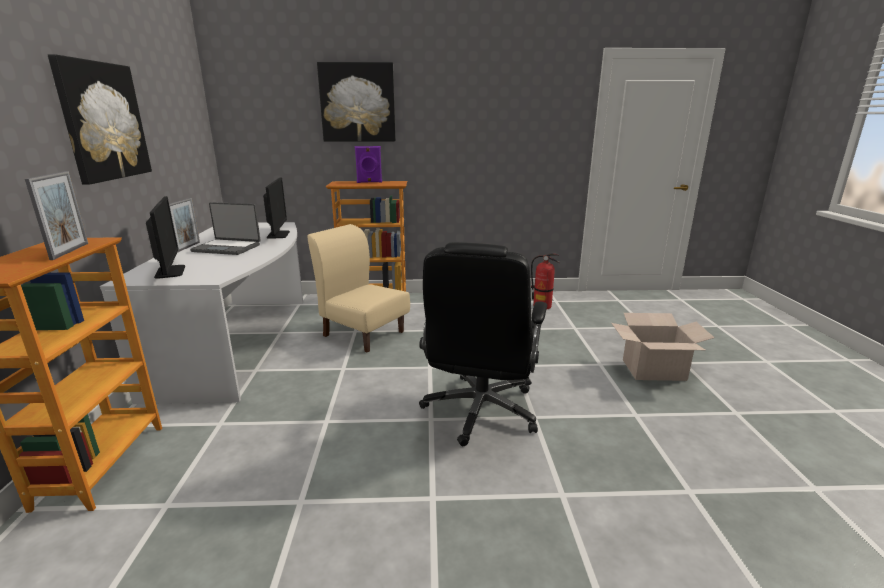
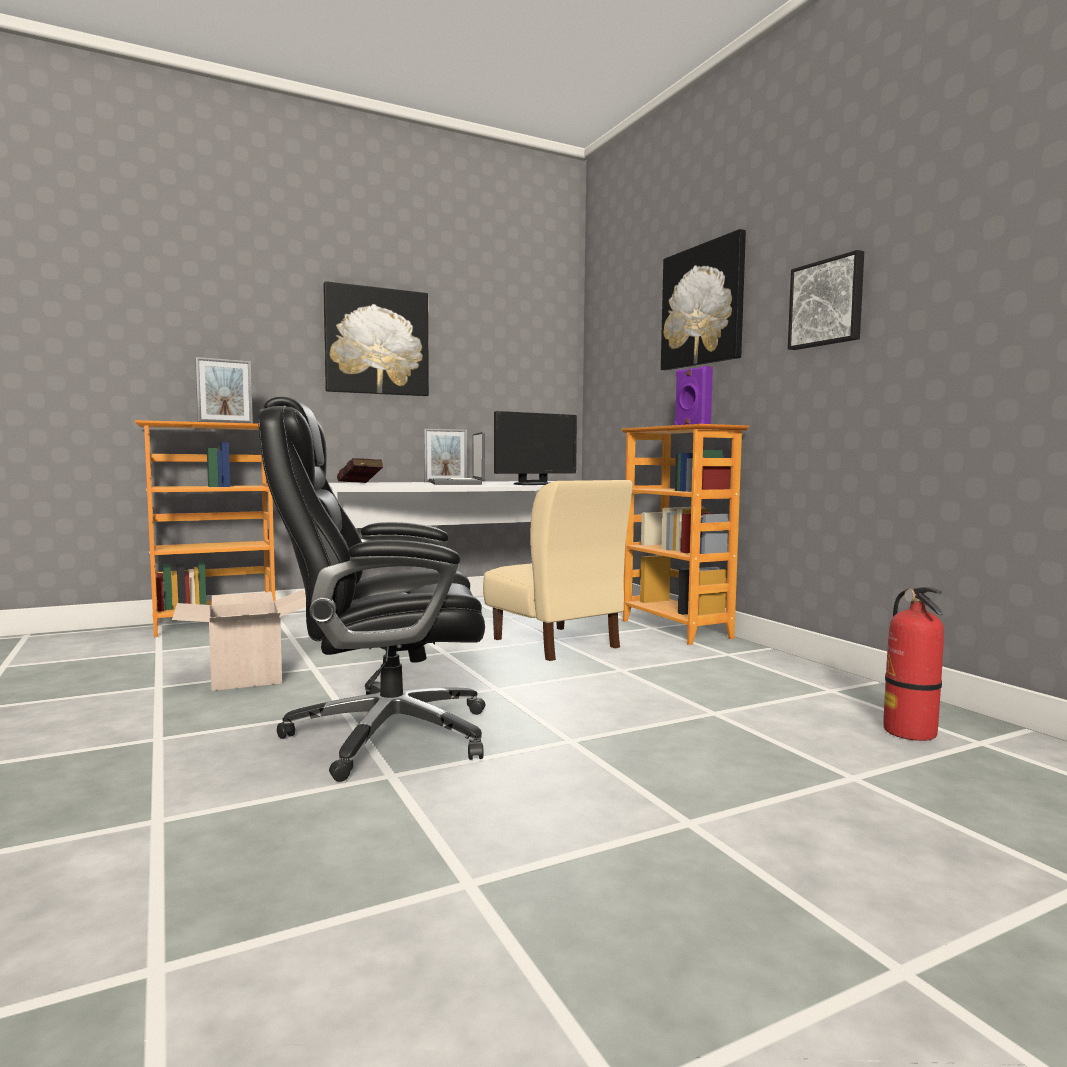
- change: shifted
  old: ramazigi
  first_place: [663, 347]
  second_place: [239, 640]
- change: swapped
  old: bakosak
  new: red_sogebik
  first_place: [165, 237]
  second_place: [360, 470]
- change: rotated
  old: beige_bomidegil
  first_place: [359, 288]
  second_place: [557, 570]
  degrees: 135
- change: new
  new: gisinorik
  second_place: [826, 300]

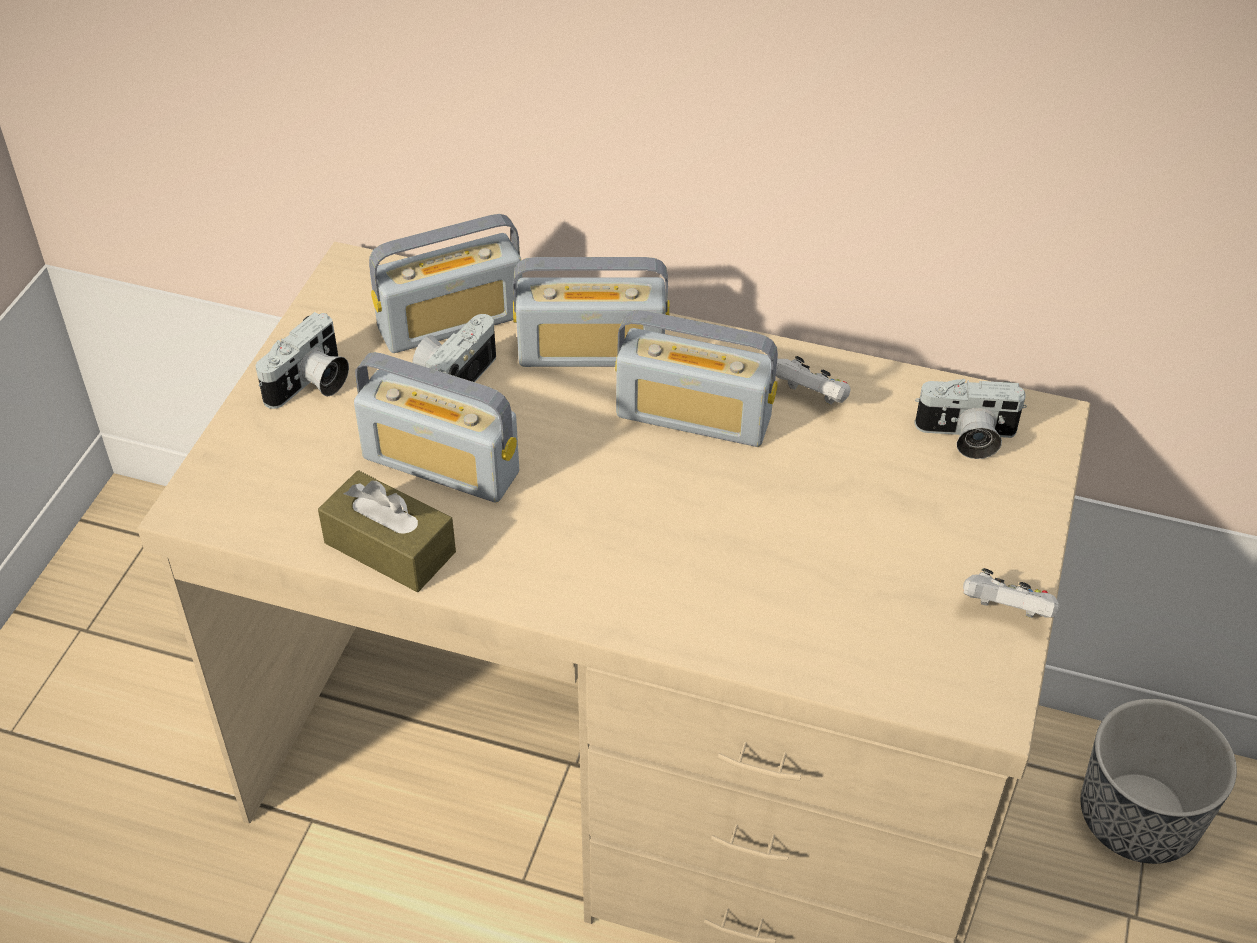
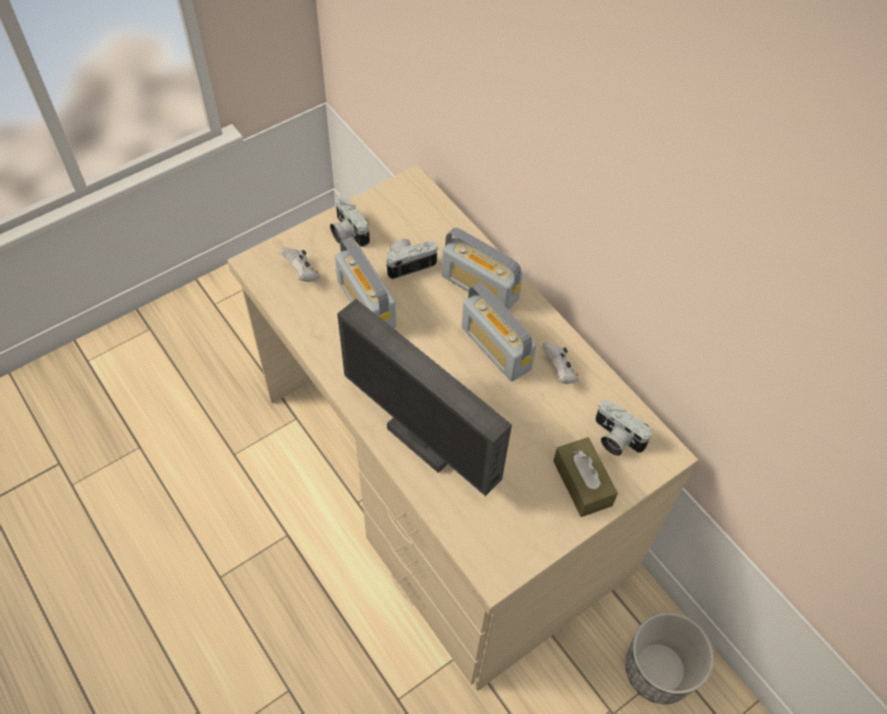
- change: shifted
  old: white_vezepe
  first_place: [1011, 593]
  second_place: [300, 264]
- change: rotated
  old: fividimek
  first_place: [302, 360]
  second_place: [350, 221]
  degrees: 75
- change: new
  new: bakosak
  second_place: [424, 397]
- change: shifted
  old: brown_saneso
  first_place: [387, 531]
  second_place: [585, 477]
- change: gone
  old: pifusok
  first_place: [445, 283]

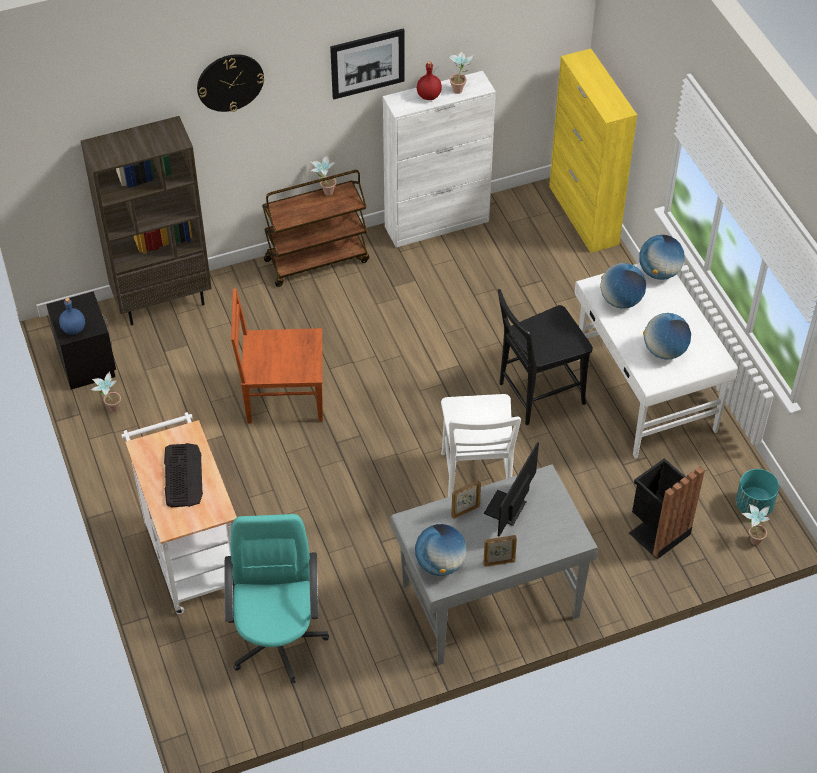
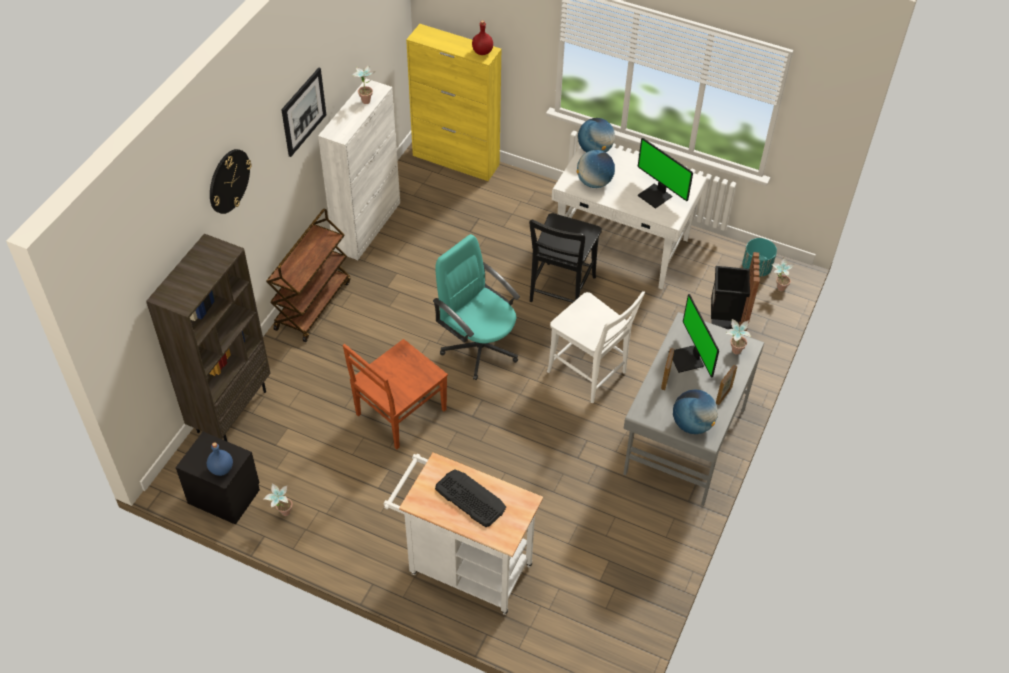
- change: shifted
  old: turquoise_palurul
  first_place: [276, 598]
  second_place: [476, 307]
- change: shifted
  old: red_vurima
  first_place: [429, 80]
  second_place: [482, 37]
- change: swapped
  old: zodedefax
  new: bakosak
  first_place: [667, 336]
  second_place: [665, 173]
- change: shifted
  old: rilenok
  first_place: [323, 175]
  second_place: [738, 337]

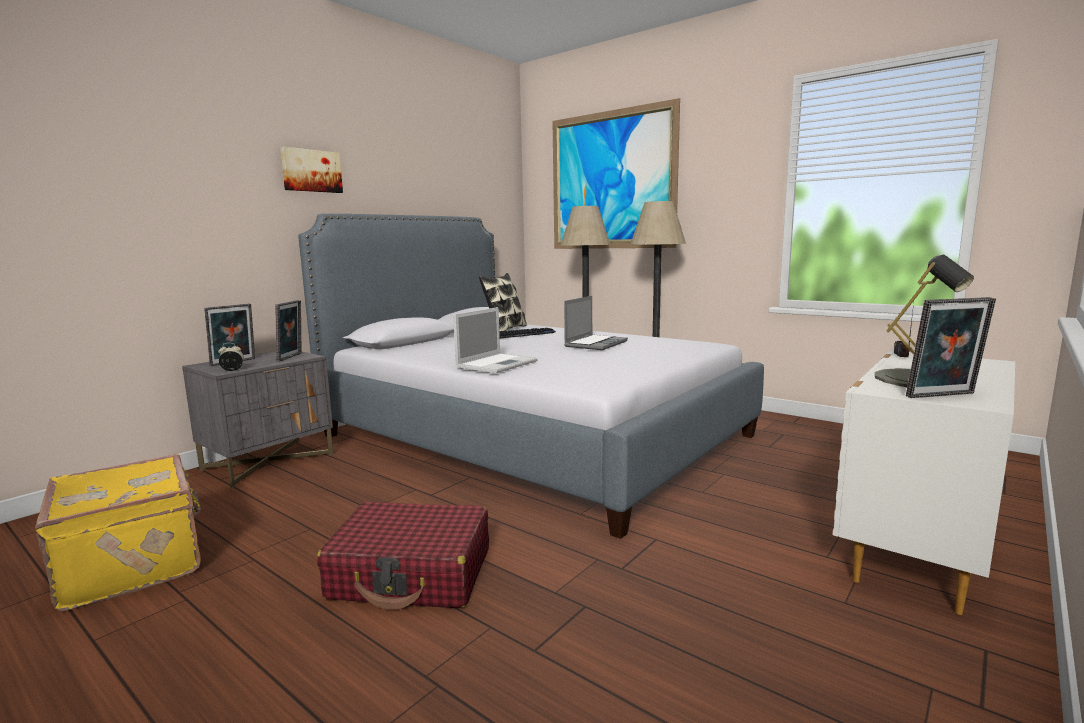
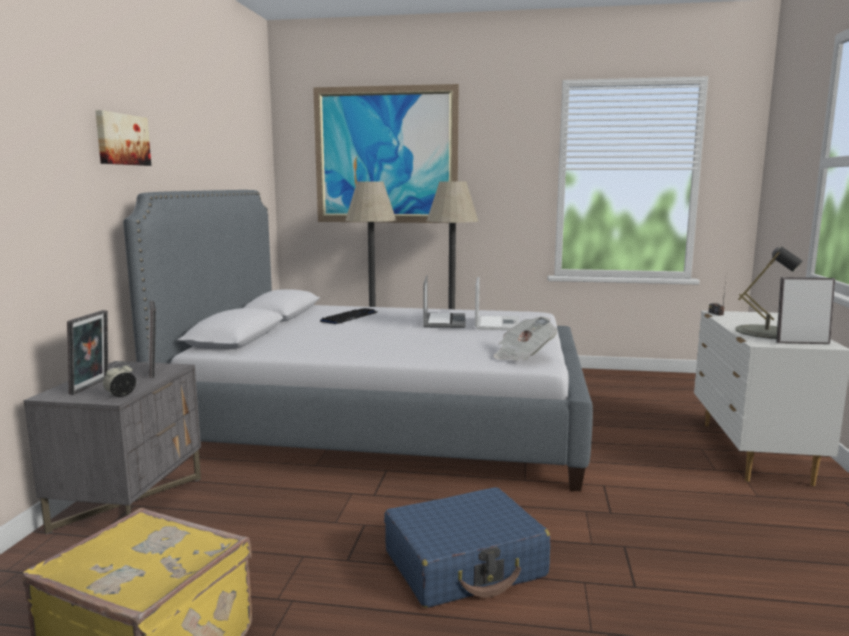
- change: repainted
  old: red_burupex
  new: blue_burupex
  first_place: [403, 556]
  second_place: [467, 547]
- change: shifted
  old: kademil
  first_place: [495, 340]
  second_place: [497, 303]
- change: new
  new: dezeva
  second_place: [525, 338]
- change: rotated
  old: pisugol
  first_place: [951, 347]
  second_place: [805, 310]
  degrees: -135
- change: gone
  old: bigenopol
  first_place: [503, 302]

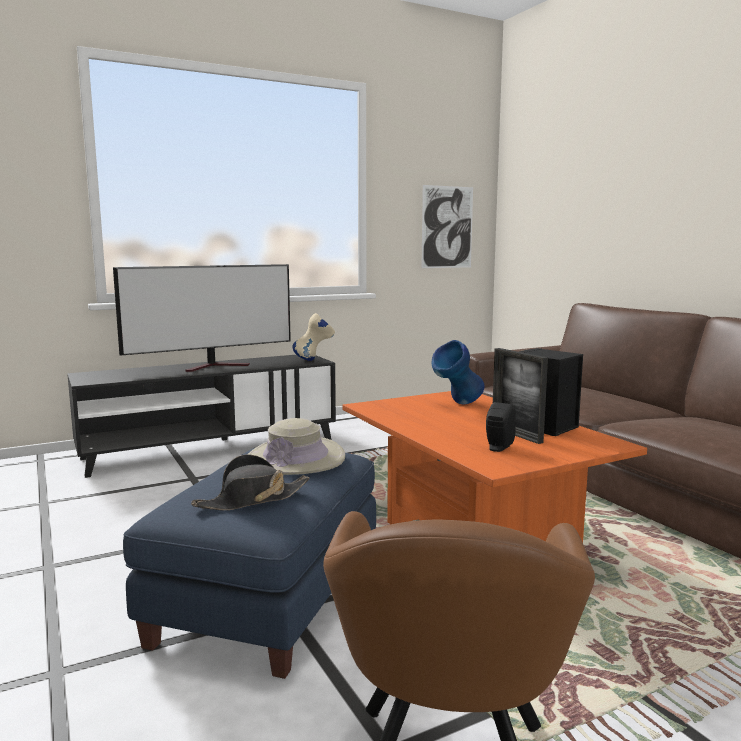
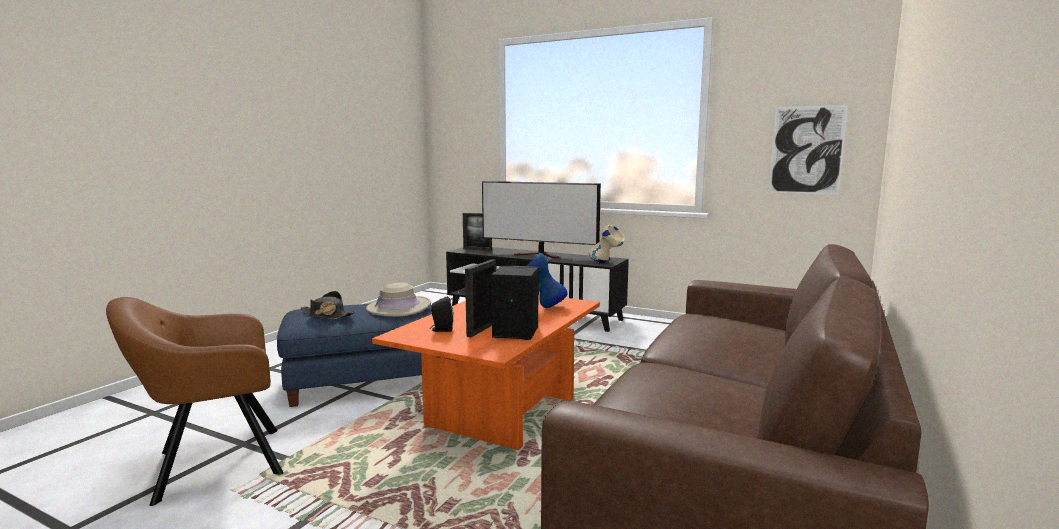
- change: new
  new: pisugol
  second_place: [477, 232]

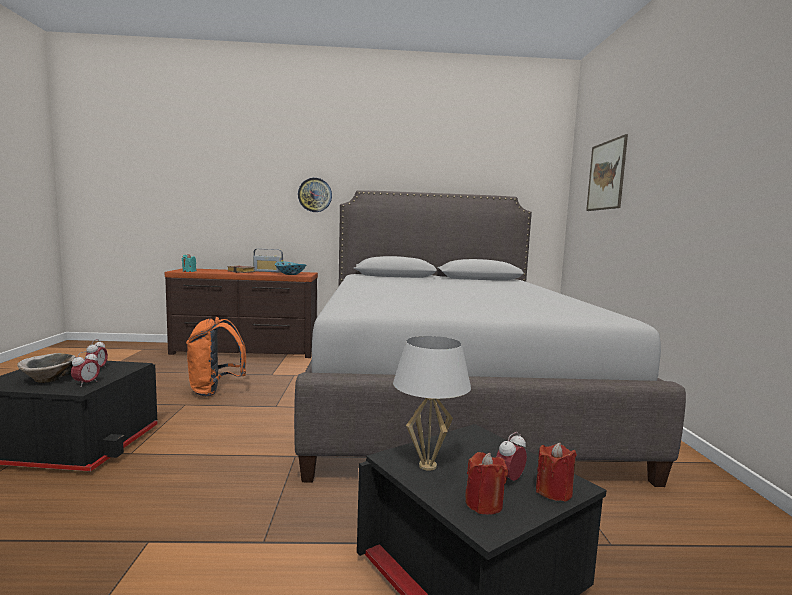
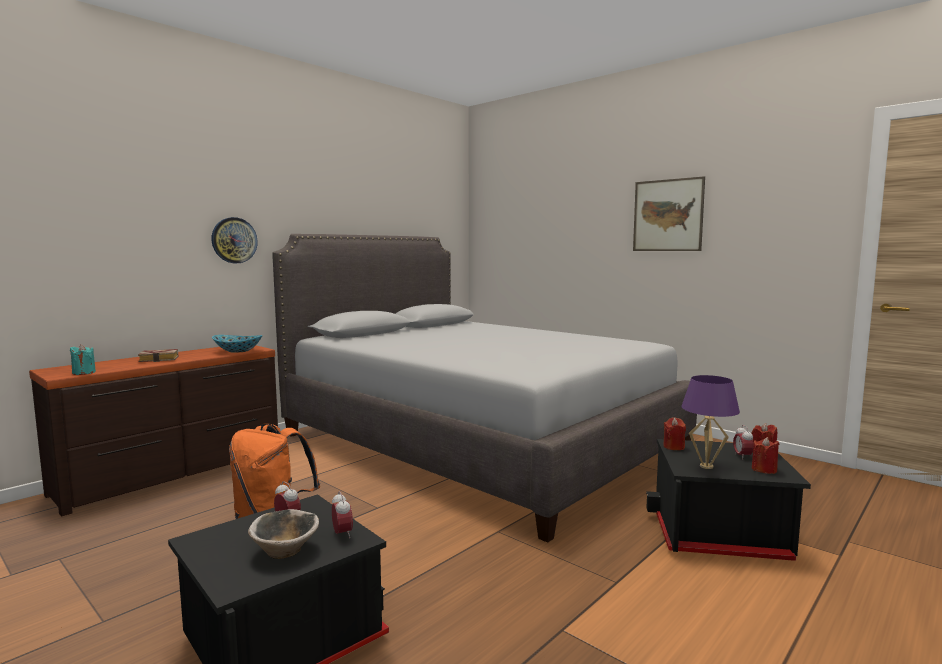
- change: shifted
  old: gisinorik
  first_place: [607, 172]
  second_place: [669, 213]
- change: new
  new: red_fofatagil
  second_place: [674, 433]
- change: repainted
  old: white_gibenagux
  new: purple_gibenagux
  first_place: [432, 403]
  second_place: [710, 422]
- change: gone
  old: pifusok
  first_place: [268, 261]

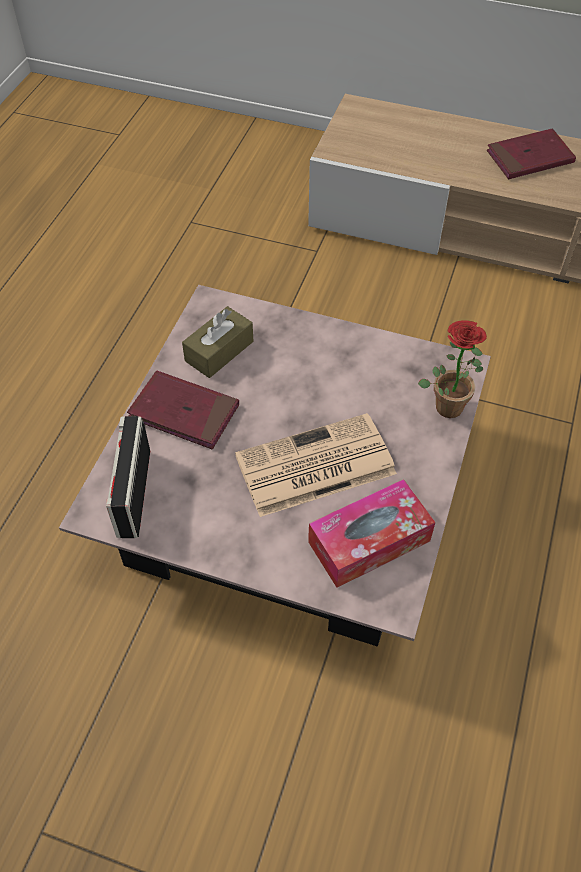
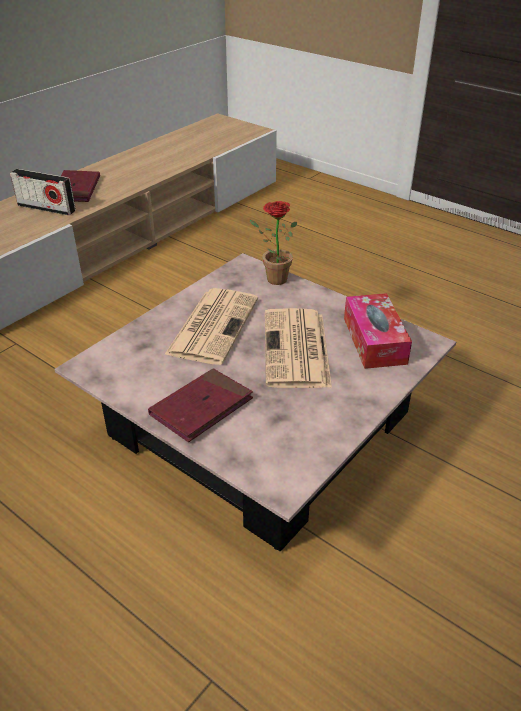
- change: shifted
  old: pifusok
  first_place: [128, 477]
  second_place: [43, 192]
- change: new
  new: dezeva
  second_place: [211, 326]
- change: gone
  old: brown_saneso
  first_place: [218, 342]

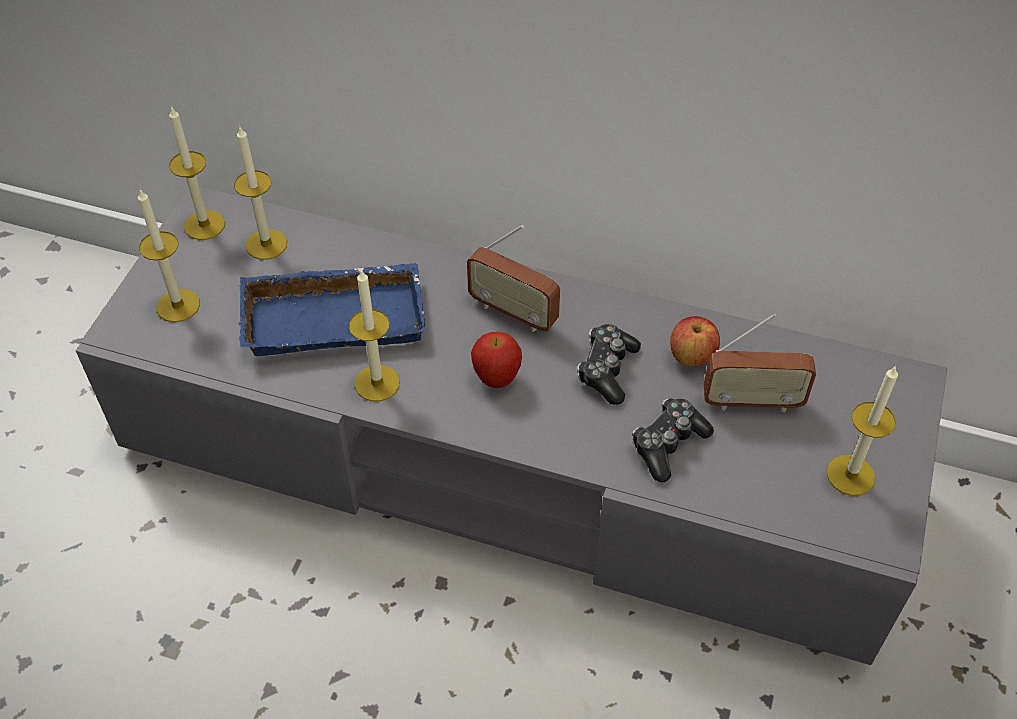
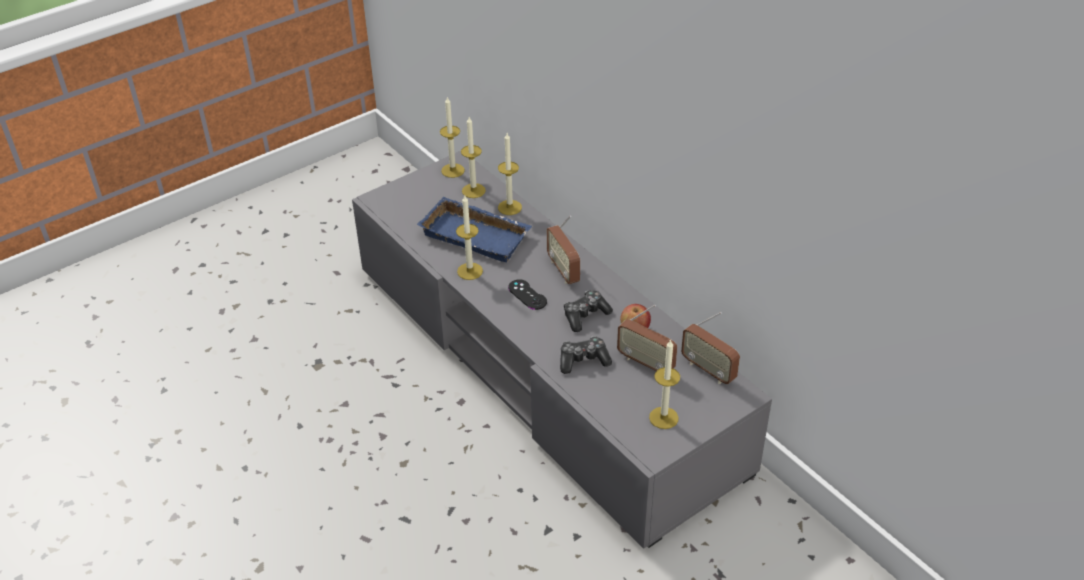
- change: shifted
  old: fofatagil
  first_place: [169, 255]
  second_place: [510, 174]
- change: swapped
  old: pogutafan
  new: black_vezepe
  first_place: [496, 360]
  second_place: [527, 294]
- change: new
  new: pifusok
  second_place: [710, 348]

